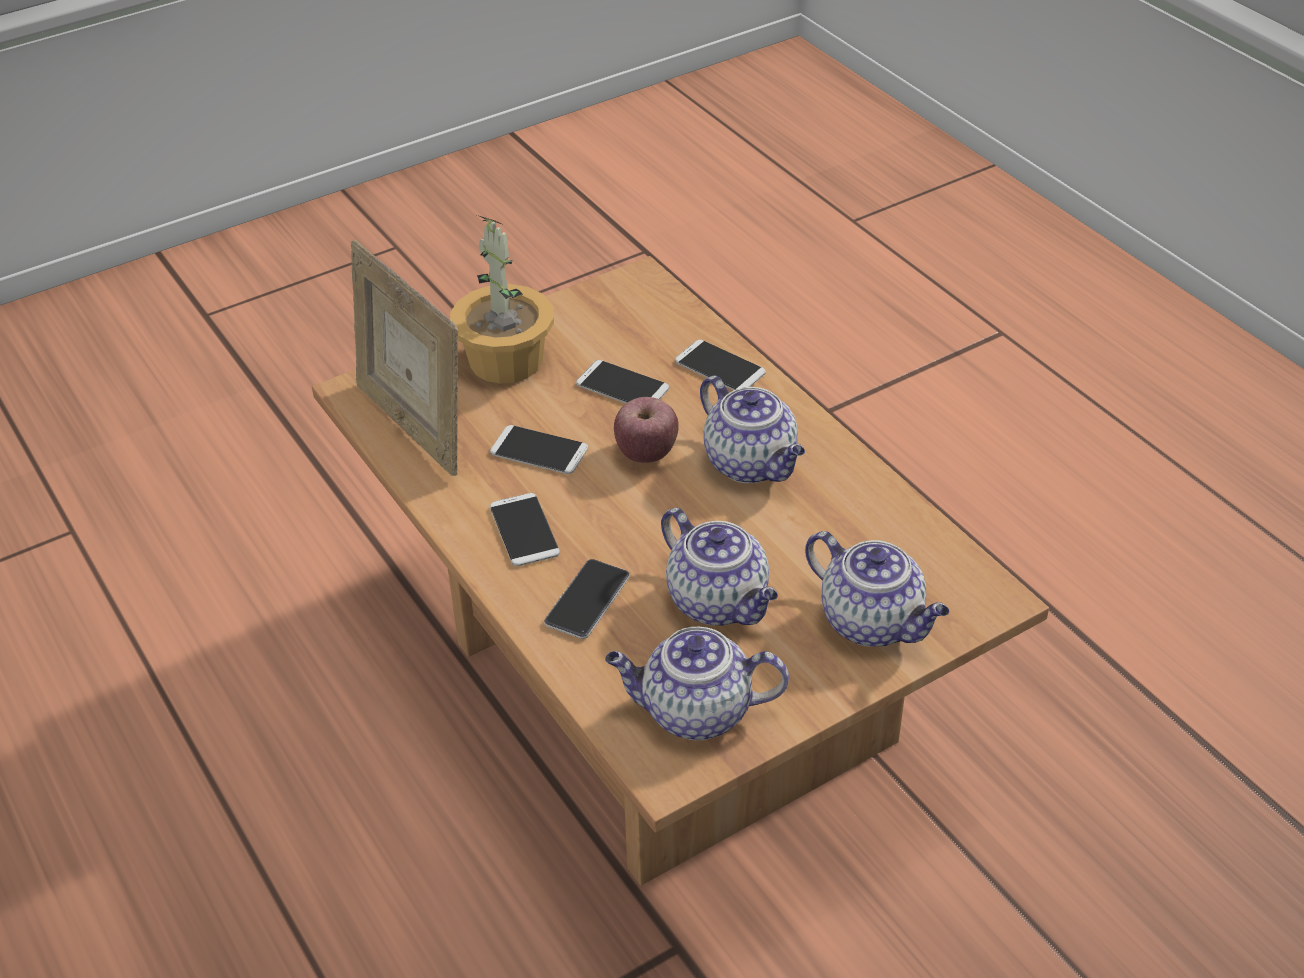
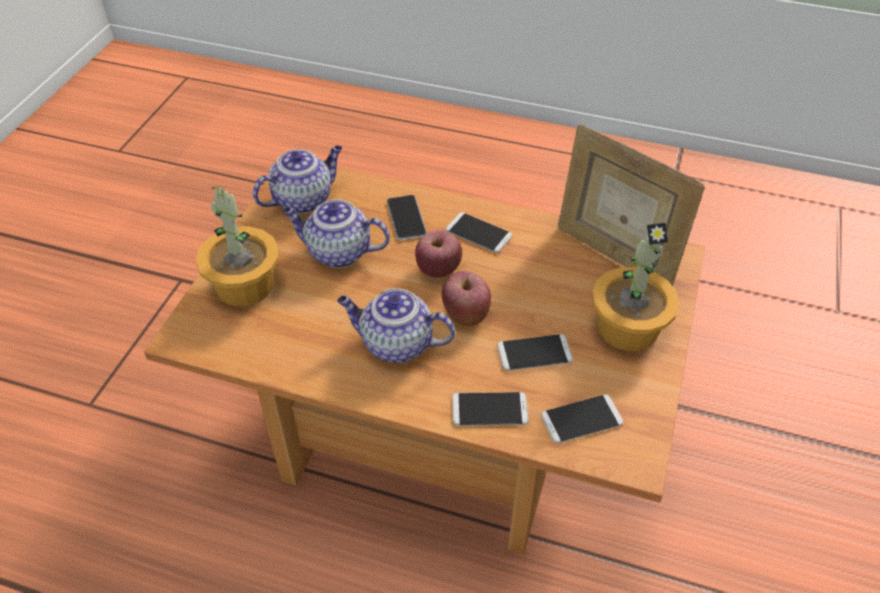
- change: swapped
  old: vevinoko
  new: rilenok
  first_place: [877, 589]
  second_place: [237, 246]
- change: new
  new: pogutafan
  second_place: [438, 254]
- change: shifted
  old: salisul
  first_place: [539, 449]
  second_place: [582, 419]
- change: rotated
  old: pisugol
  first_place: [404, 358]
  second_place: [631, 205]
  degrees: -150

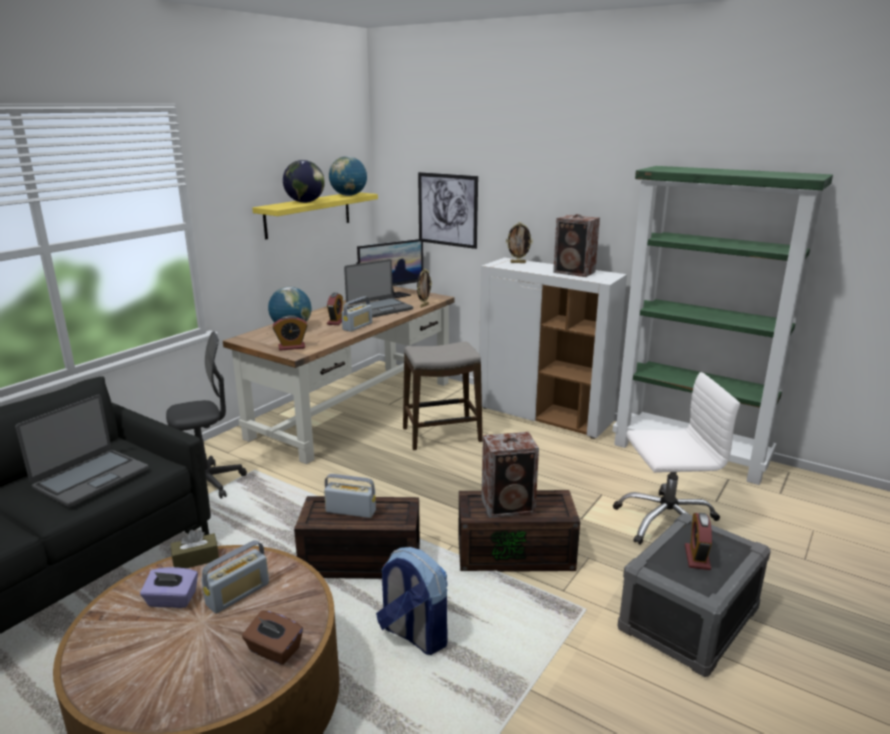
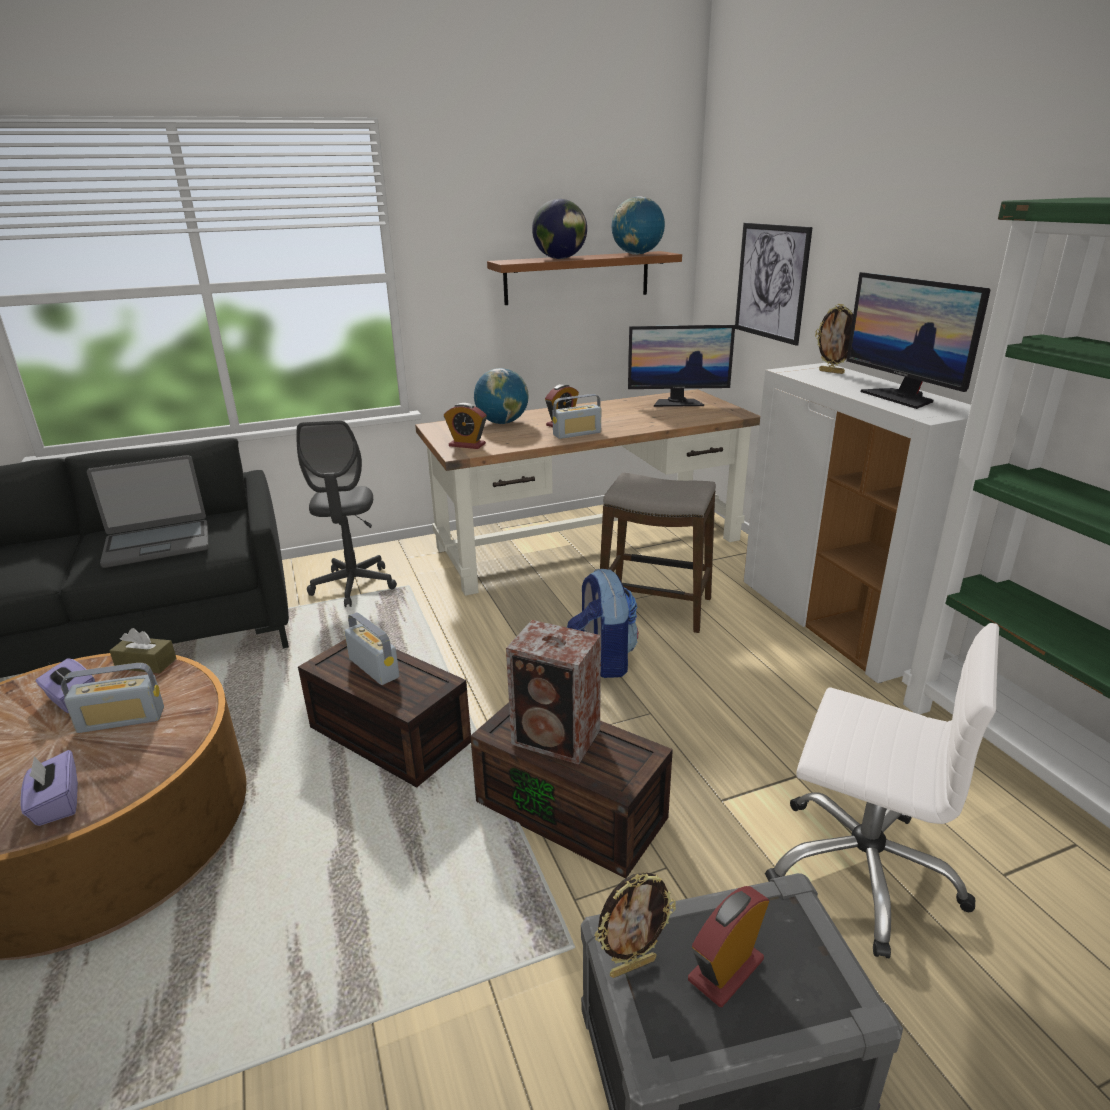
- change: repainted
  old: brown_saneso
  new: purple_saneso
  first_place: [272, 638]
  second_place: [49, 788]
- change: rotated
  old: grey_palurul
  first_place: [206, 415]
  second_place: [346, 514]
  degrees: 75
- change: repainted
  old: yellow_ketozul
  new: brown_ketozul
  first_place: [315, 215]
  second_place: [584, 278]
- change: shifted
  old: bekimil
  first_place: [412, 601]
  second_place: [602, 623]
- change: shifted
  old: pisugol
  first_place: [424, 288]
  second_place: [635, 925]
- change: swapped
  old: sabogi
  new: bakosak
  first_place: [576, 245]
  second_place: [918, 340]
- change: gone
  old: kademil
  first_place: [378, 288]

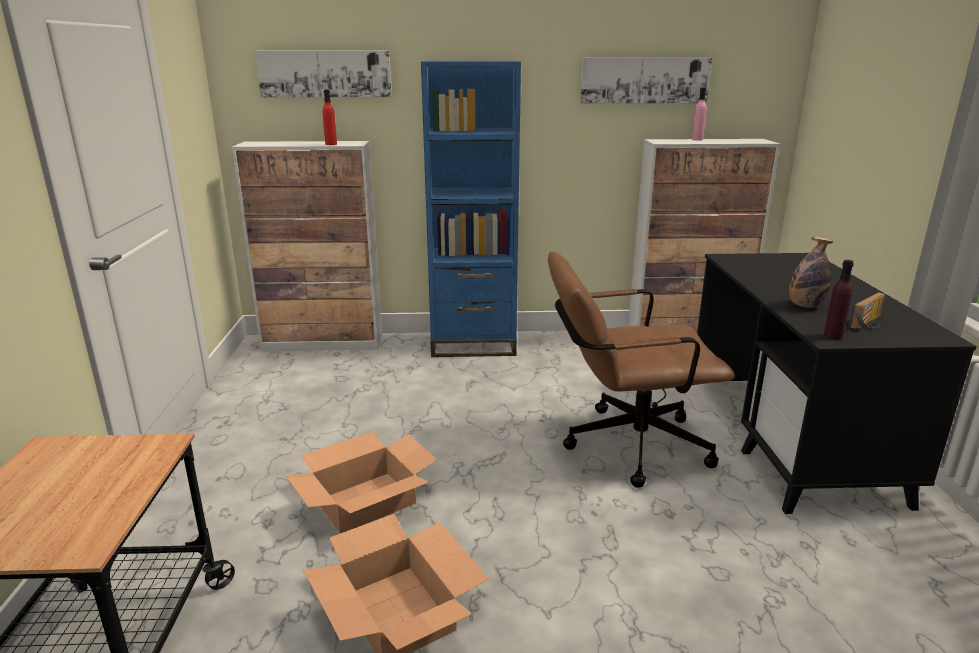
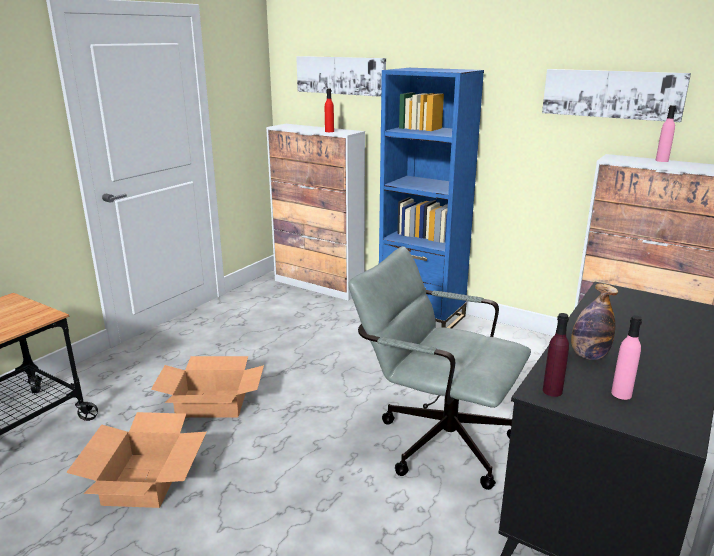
- change: repainted
  old: brown_palurul
  new: grey_palurul
  first_place: [641, 369]
  second_place: [439, 368]
- change: swapped
  old: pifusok
  new: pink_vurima
  first_place: [867, 311]
  second_place: [626, 357]

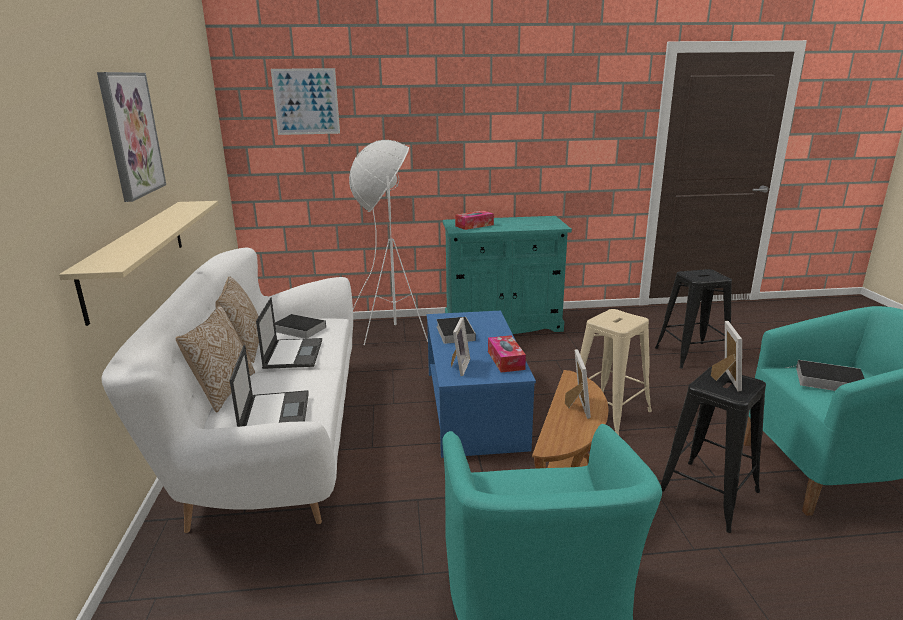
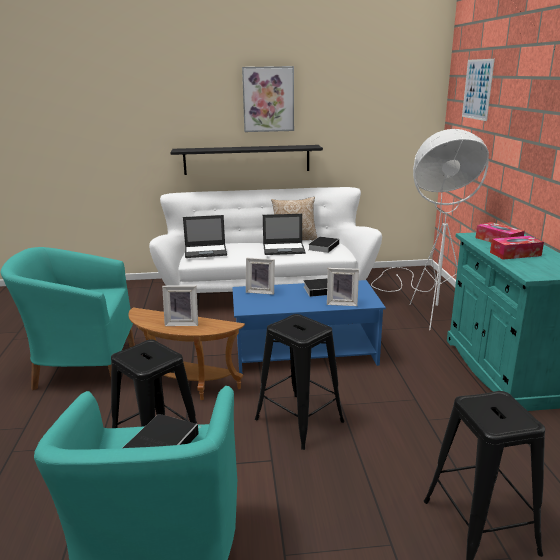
- change: repainted
  old: beige_ketozul
  new: black_ketozul
  first_place: [139, 263]
  second_place: [246, 160]
- change: repainted
  old: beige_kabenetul
  new: black_kabenetul
  first_place: [614, 372]
  second_place: [300, 382]
- change: shifted
  old: pisugol
  first_place: [726, 356]
  second_place: [343, 287]
- change: shifted
  old: saneso
  first_place: [507, 354]
  second_place: [517, 248]
- change: gone
  old: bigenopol
  first_place: [215, 358]

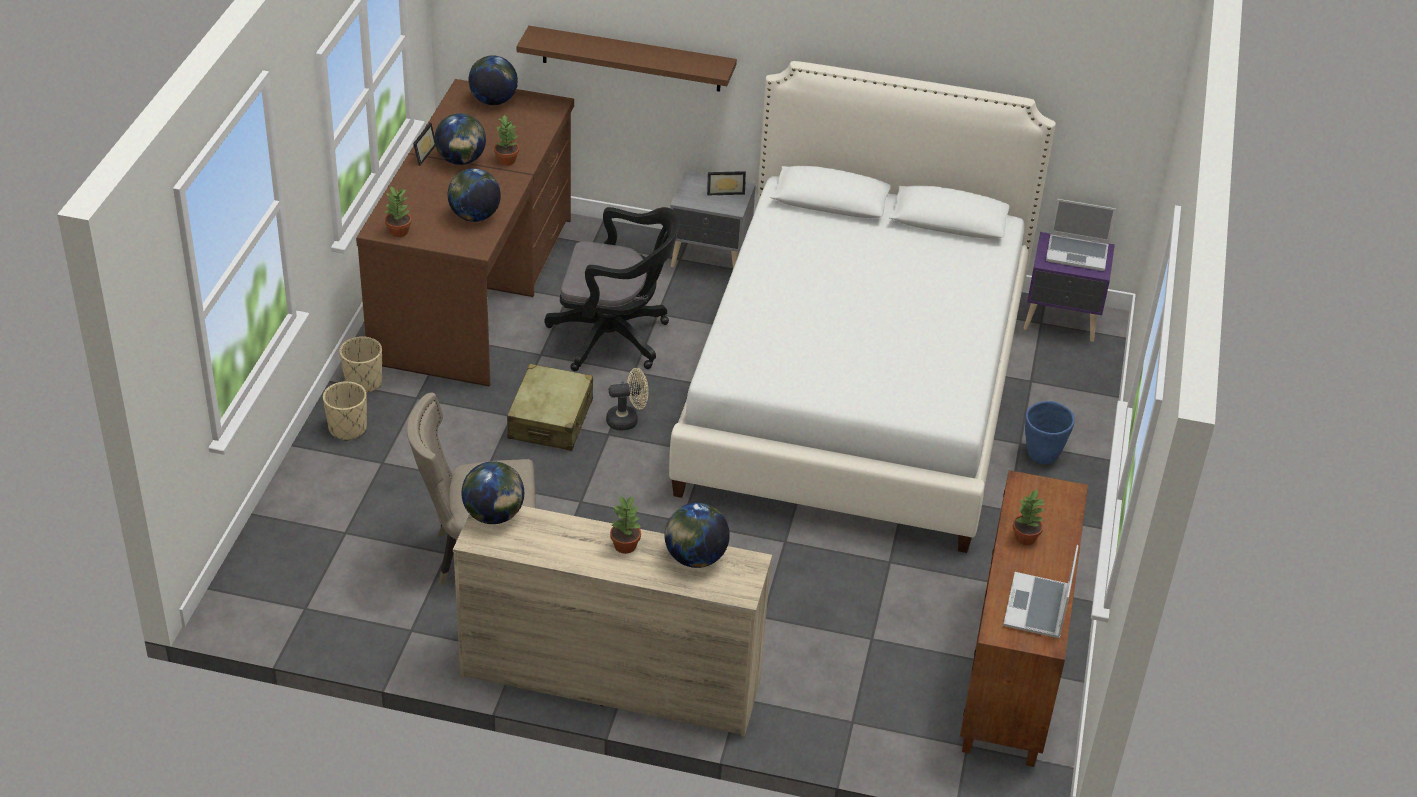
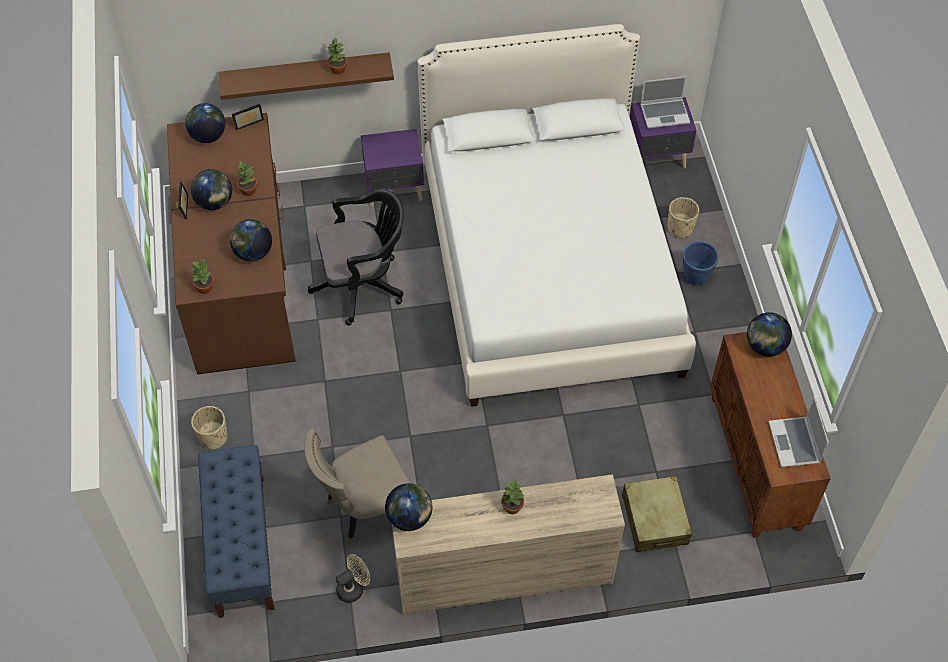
- change: new
  new: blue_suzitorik
  second_place: [236, 531]
- change: shifted
  old: pisugol
  first_place: [726, 183]
  second_place: [248, 117]
- change: shifted
  old: rilenok
  first_place: [1028, 517]
  second_place: [337, 56]
- change: shifted
  old: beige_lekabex
  first_place: [627, 399]
  second_place: [353, 578]
- change: repainted
  old: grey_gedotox
  new: purple_gedotox
  first_place: [713, 220]
  second_place: [392, 168]
- change: shifted
  old: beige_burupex
  first_place: [550, 407]
  second_place: [657, 514]
- change: shifted
  old: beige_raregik
  first_place: [361, 364]
  second_place: [683, 217]
- change: shifted
  old: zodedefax
  first_place: [697, 535]
  second_place: [769, 334]

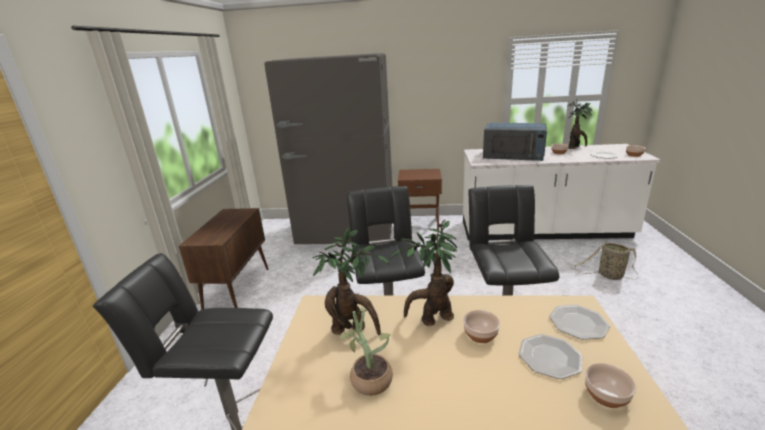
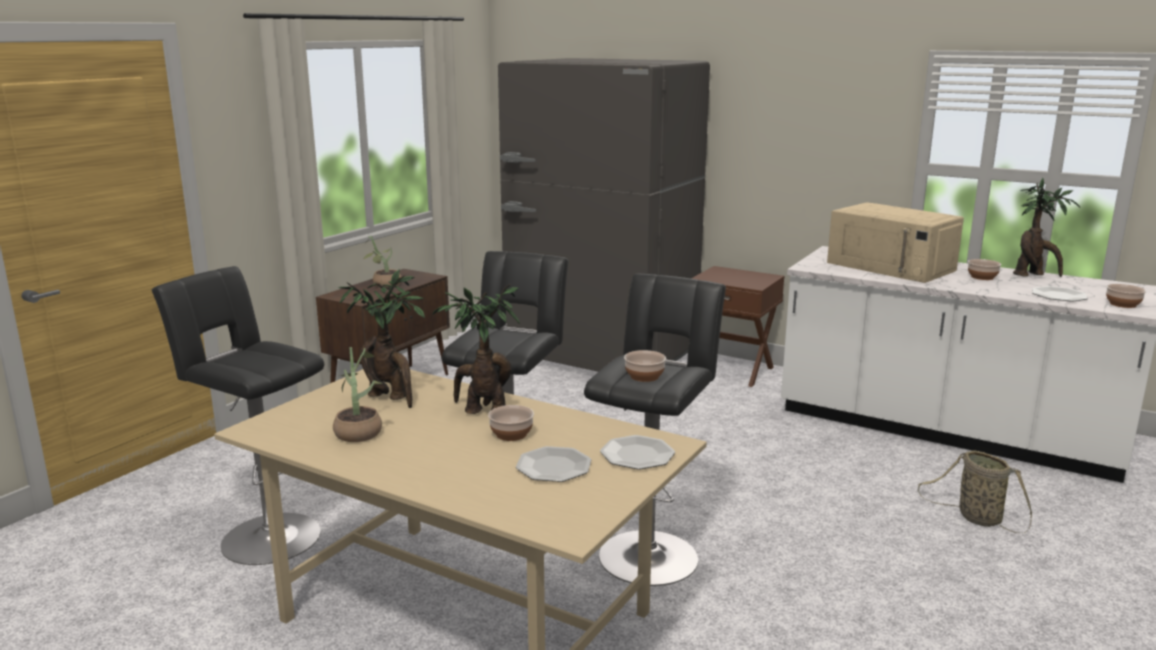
- change: new
  new: rilenok
  second_place: [382, 261]
- change: shifted
  old: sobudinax
  first_place: [611, 385]
  second_place: [645, 366]
- change: repainted
  old: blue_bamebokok
  new: beige_bamebokok
  first_place: [515, 142]
  second_place: [895, 242]

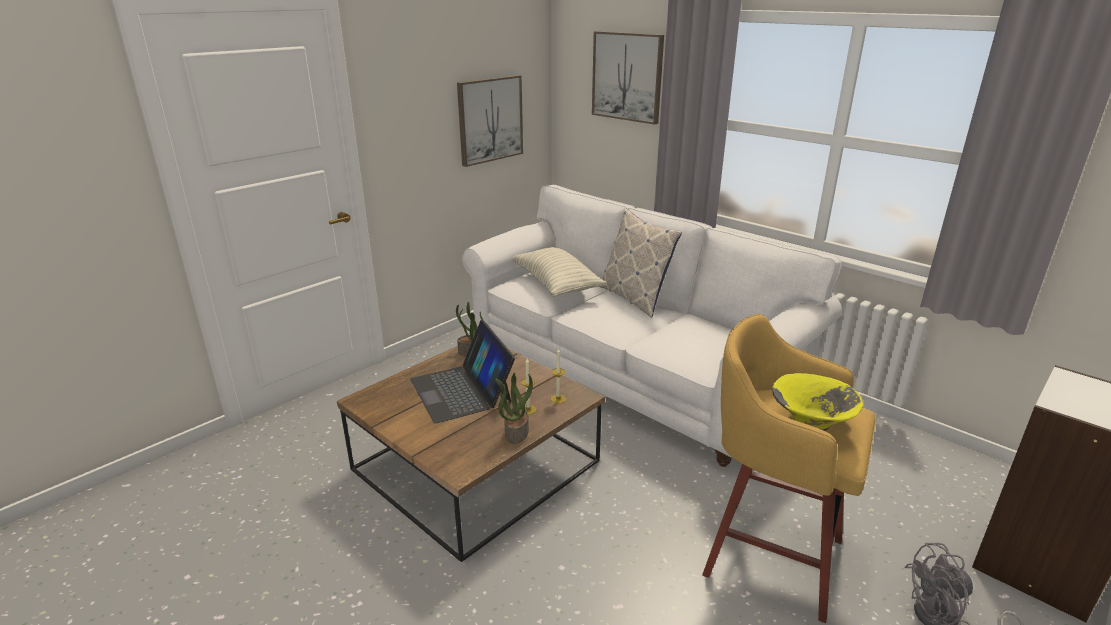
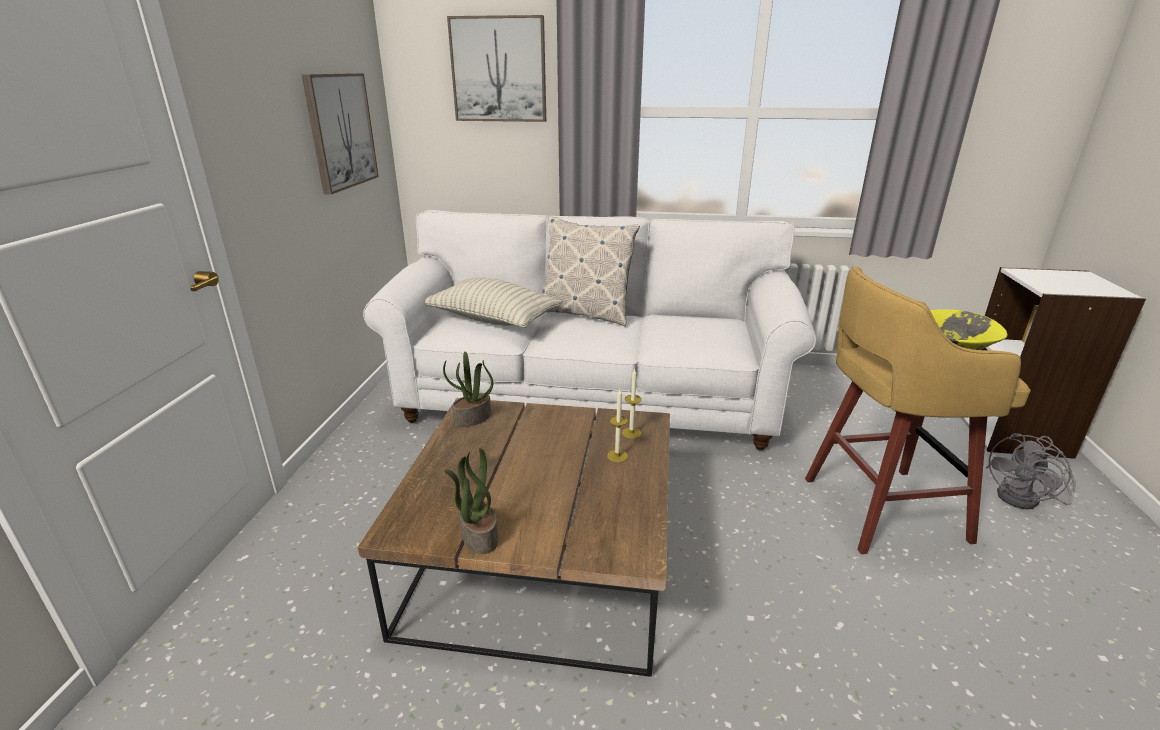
- change: shifted
  old: rilenok
  first_place: [514, 408]
  second_place: [471, 501]
- change: gone
  old: kademil
  first_place: [462, 371]

